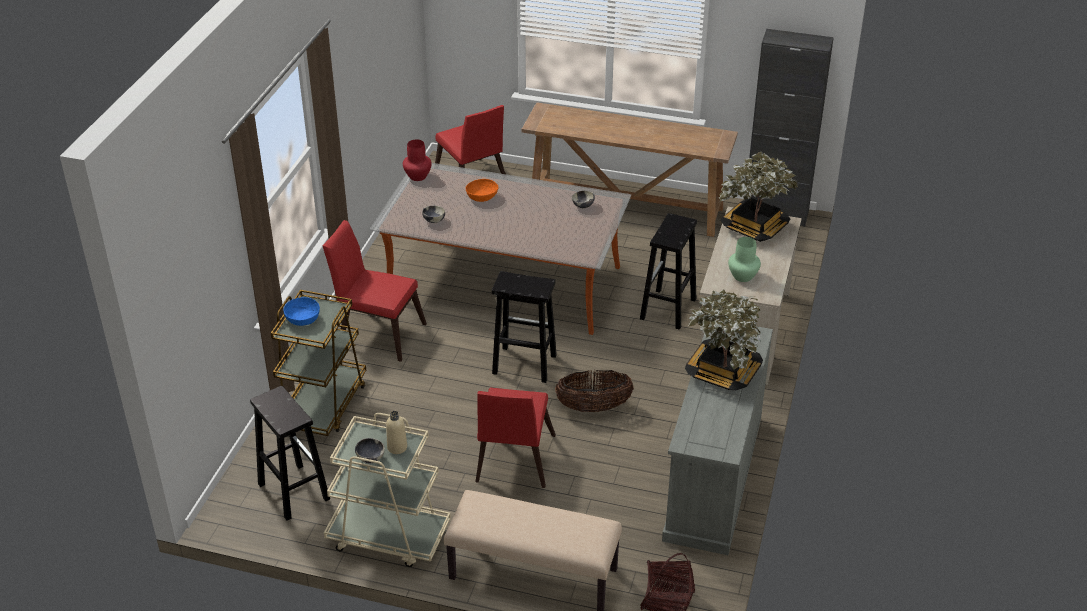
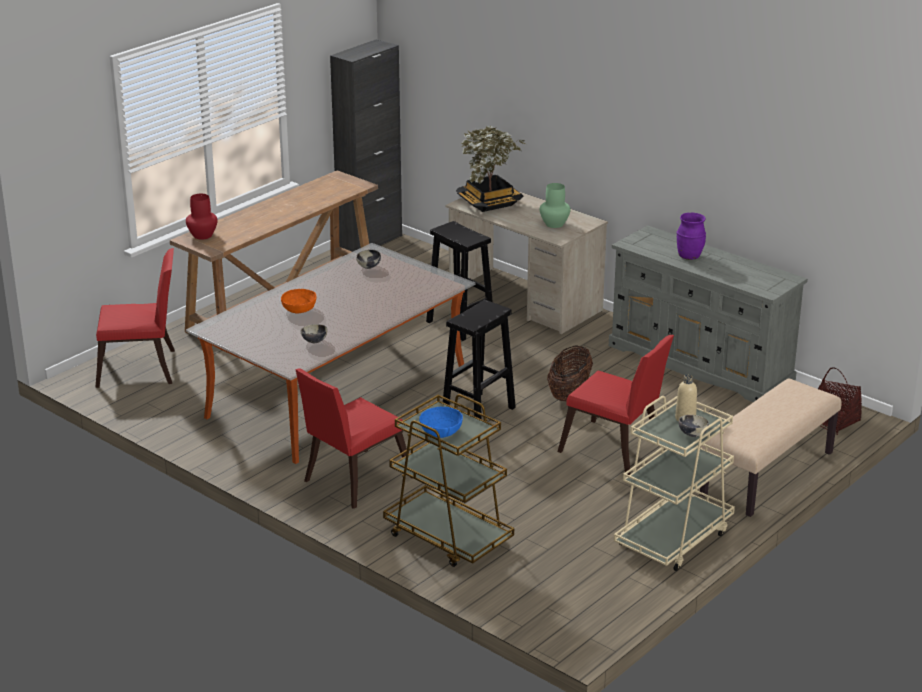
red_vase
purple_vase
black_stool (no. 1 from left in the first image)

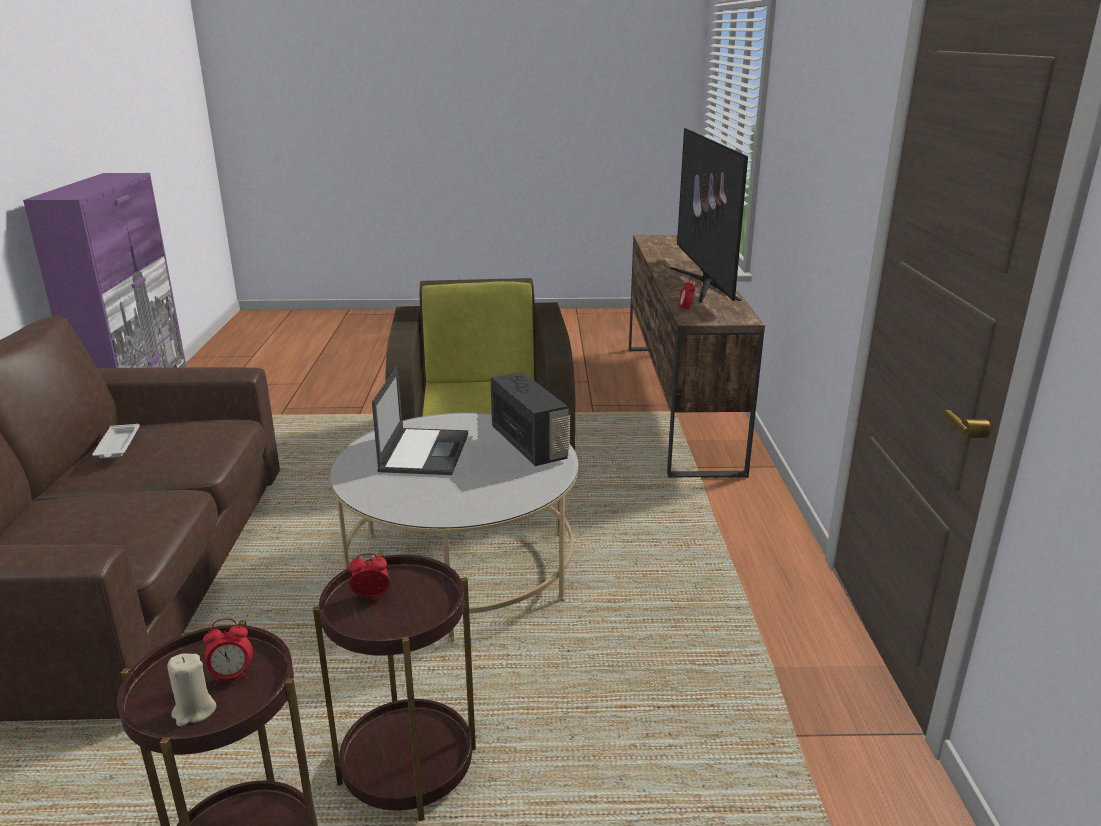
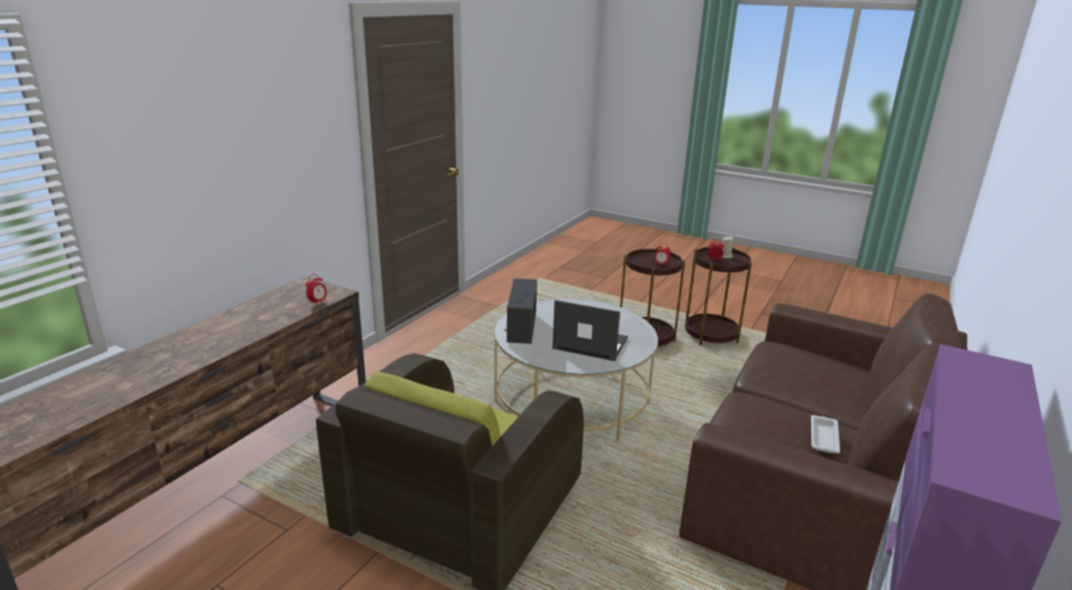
television
laptop

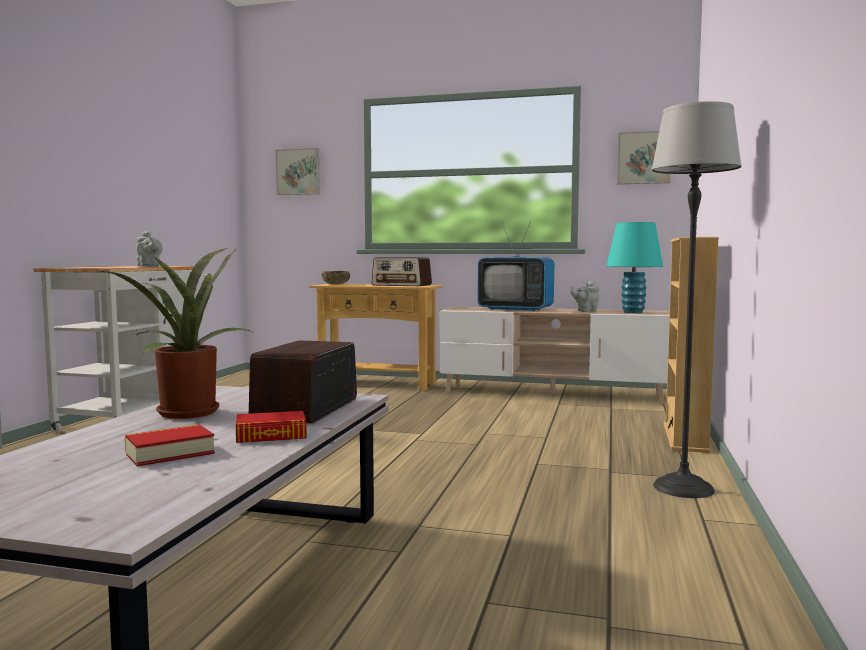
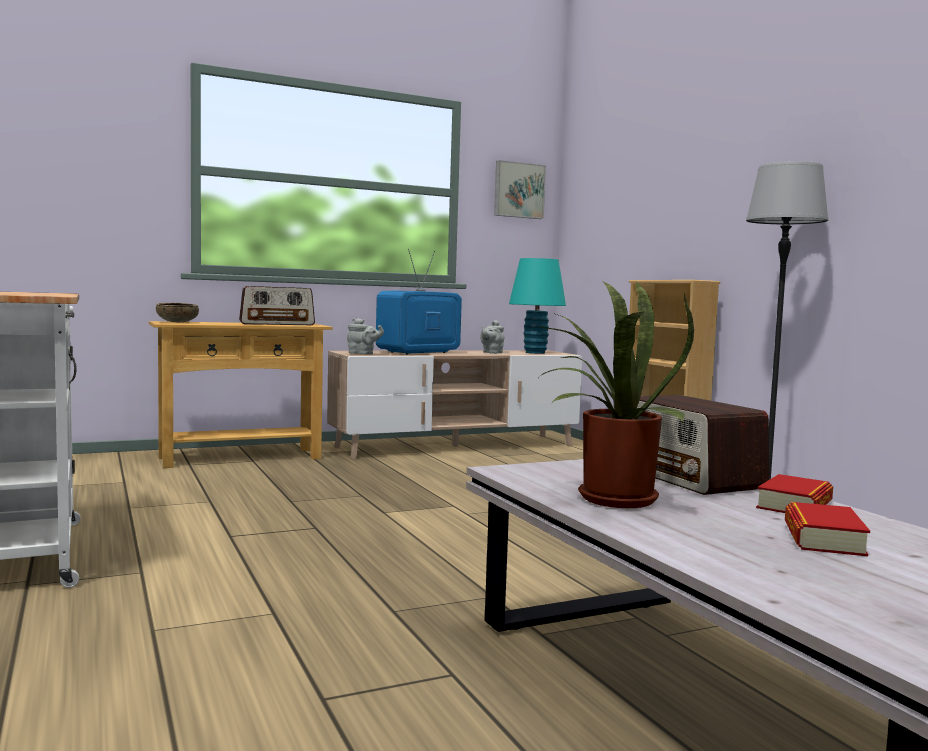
picture (no. 1 from left in the first image)
television
grey_teapot (no. 1 from left)

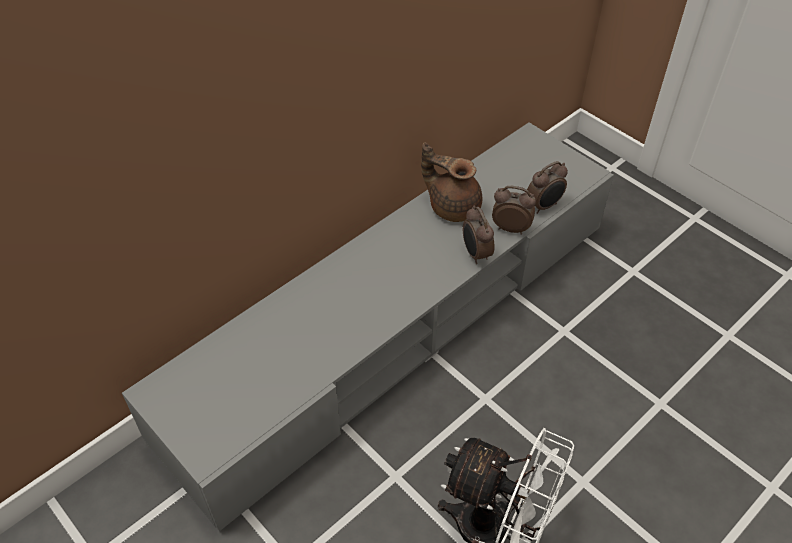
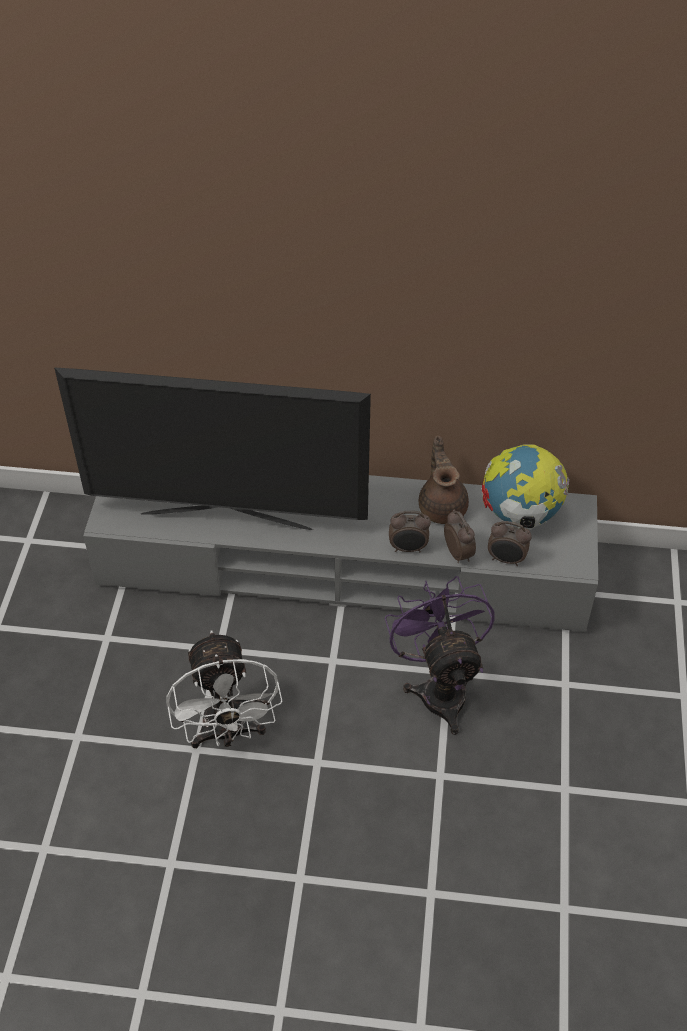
alarm_clock (no. 1 from left)
television
globe
purple_fan

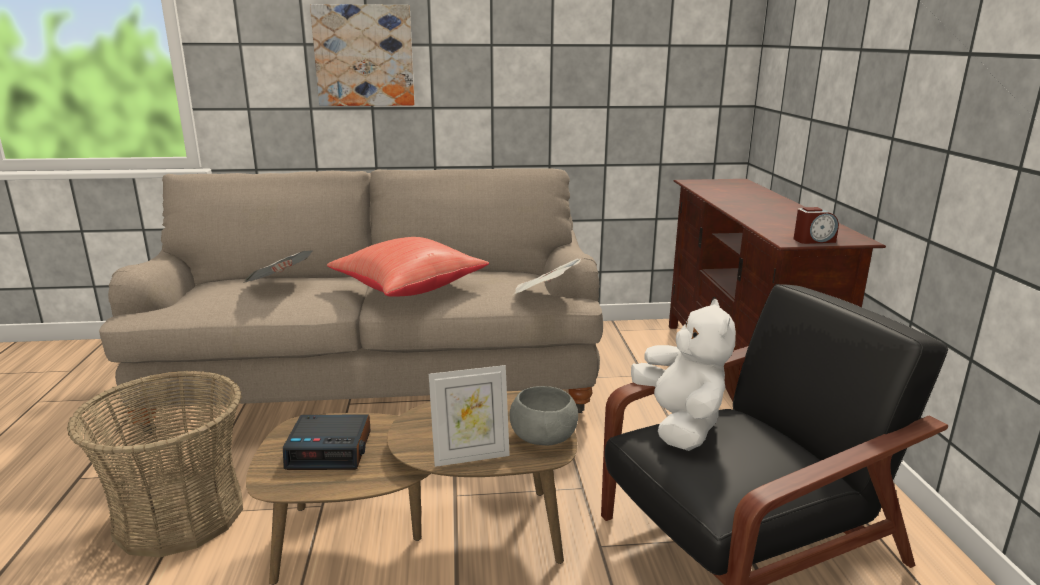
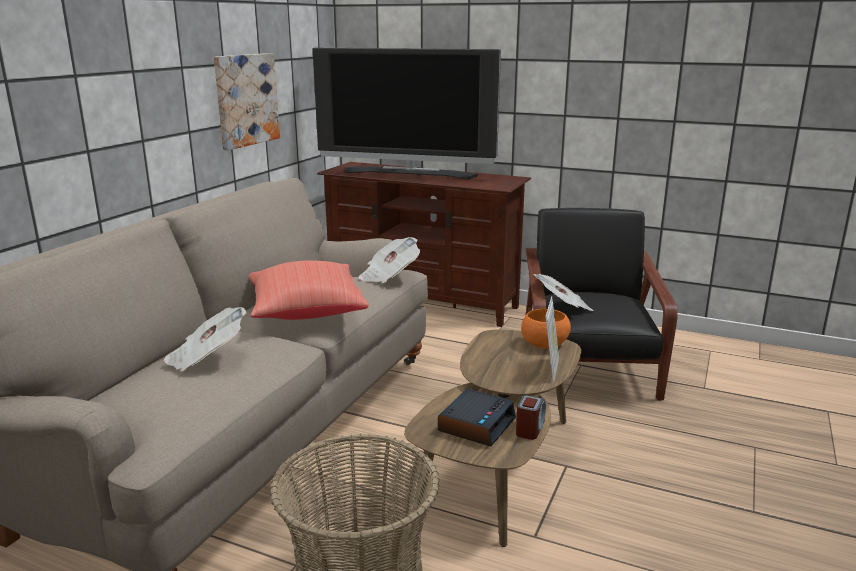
picture
alarm_clock (no. 2 from left)
newspaper (no. 3 from left)
orange_bowl
television

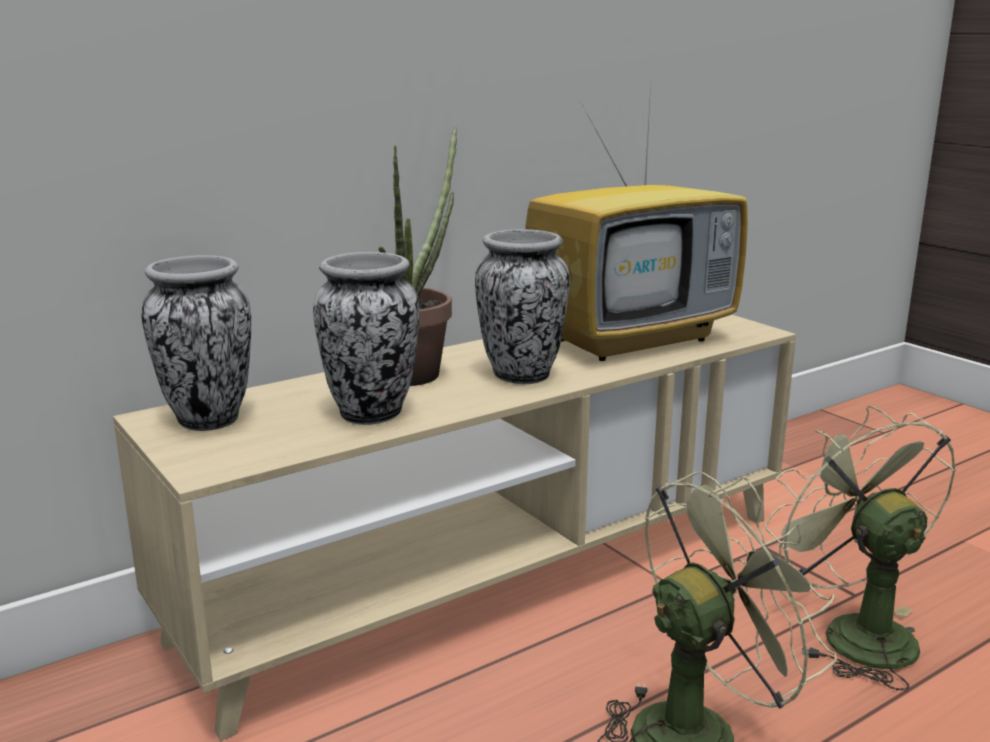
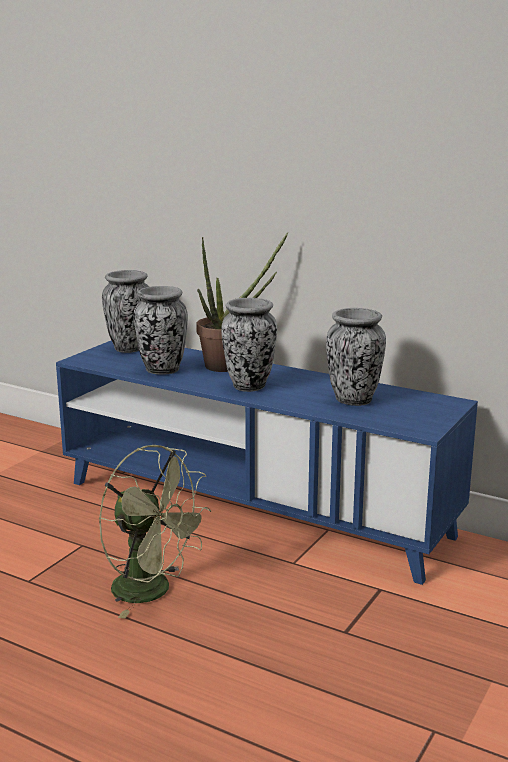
vase (no. 4 from left)
blue_tv_stand
green_fan (no. 2 from left in the first image)

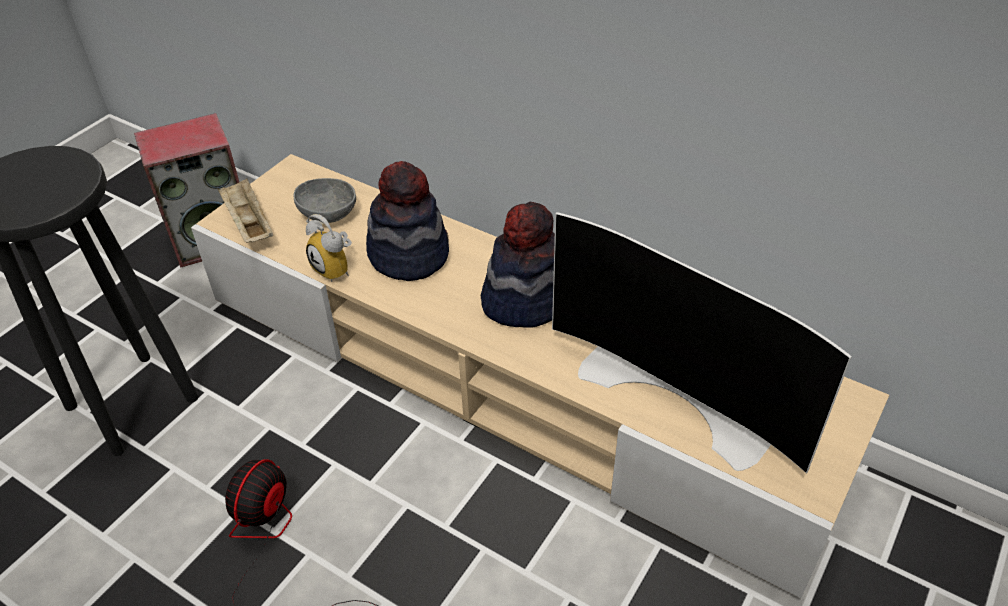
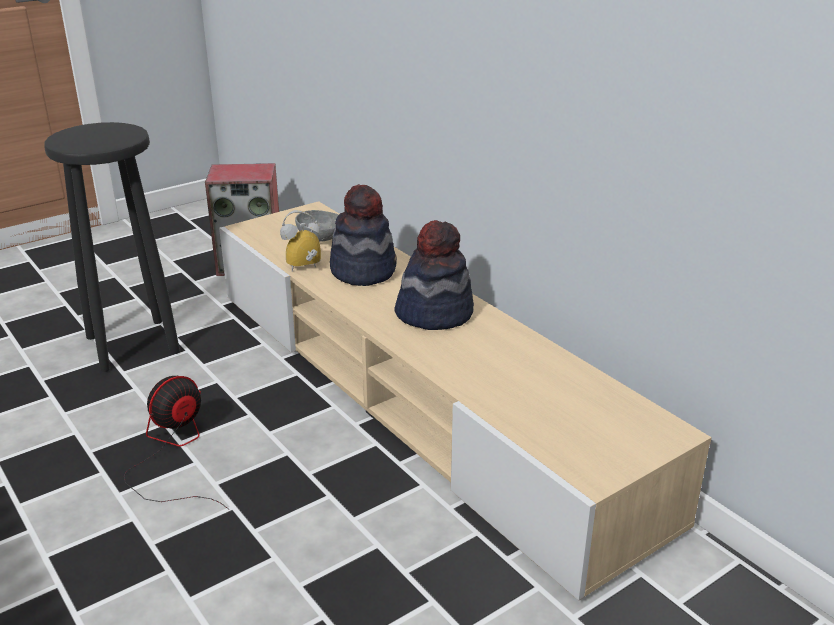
beige_tray
television
alarm_clock

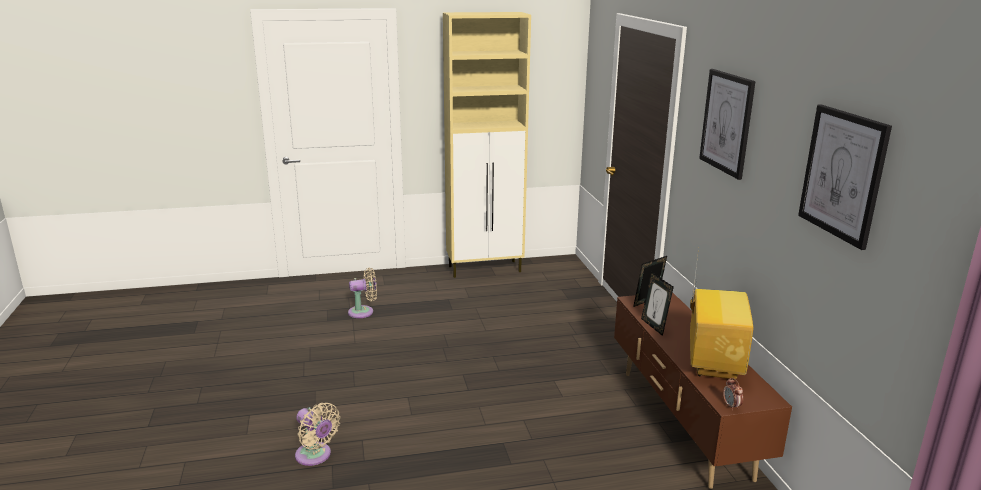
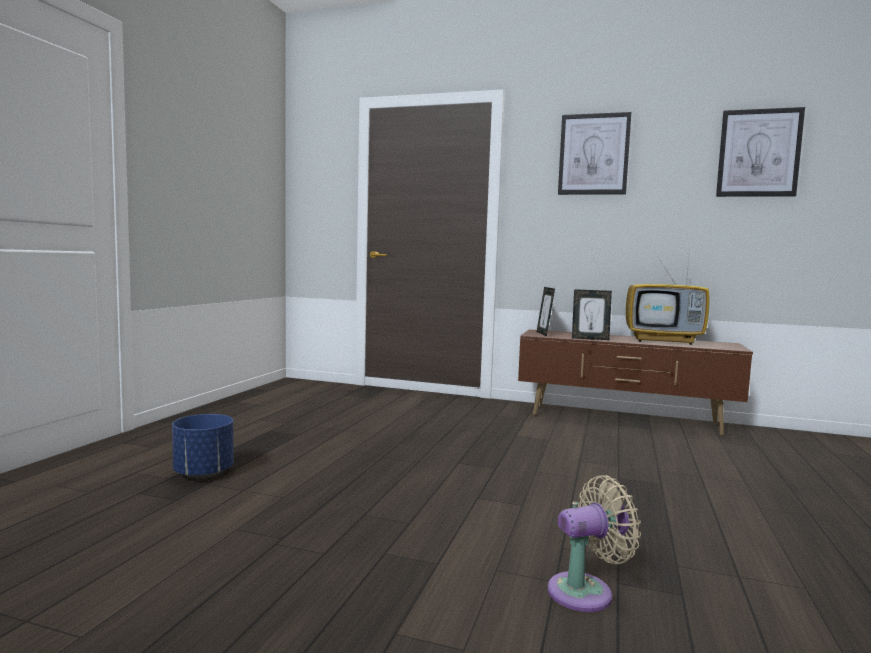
beige_cabinet
television
blue_planter
alarm_clock

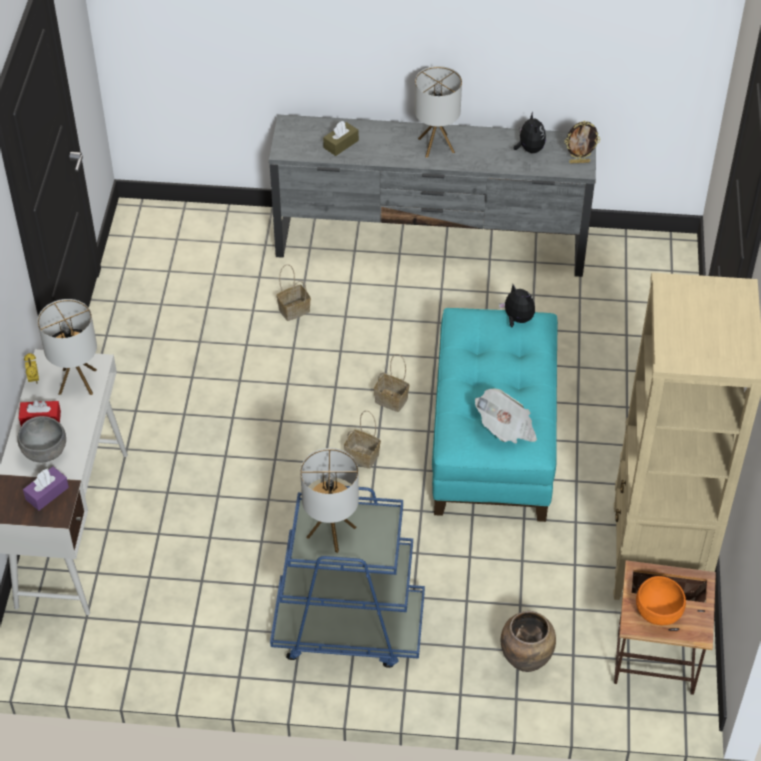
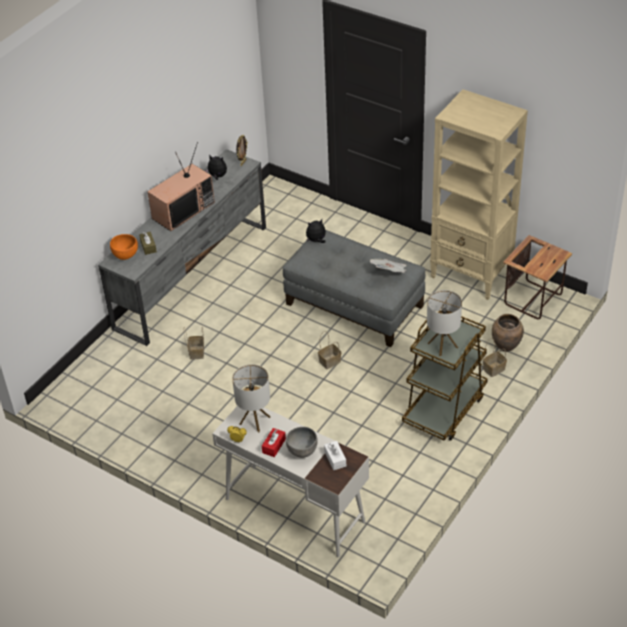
television
grey_ottoman
basket (no. 3 from left)
white_tissue_box
brown_cart
orange_bowl

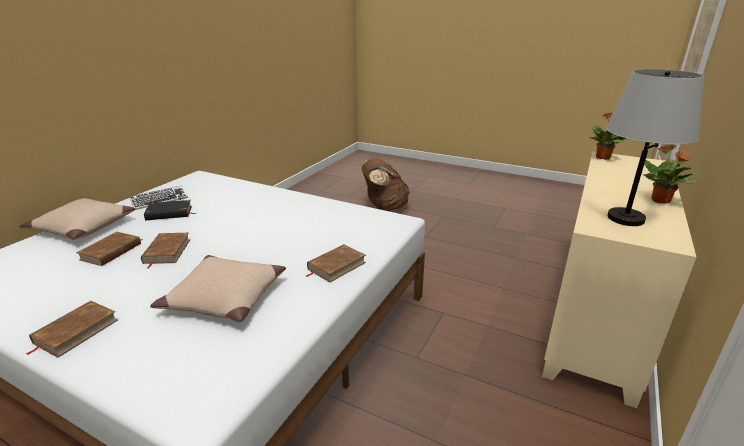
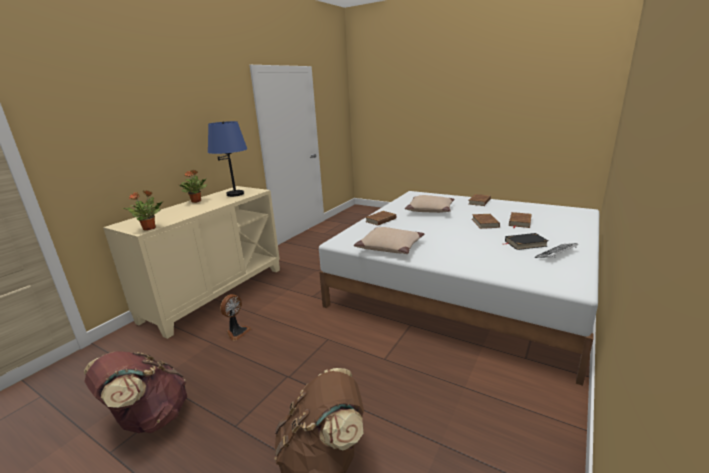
blue_table_lamp
beige_pillow (no. 1 from left)
fan
brown_backpack (no. 1 from left)

